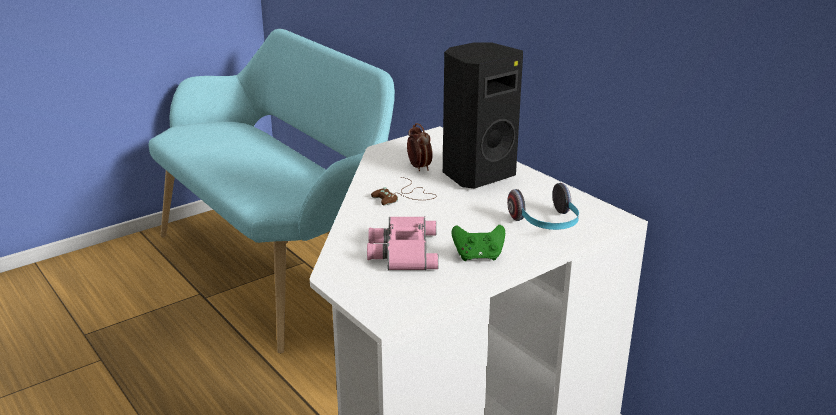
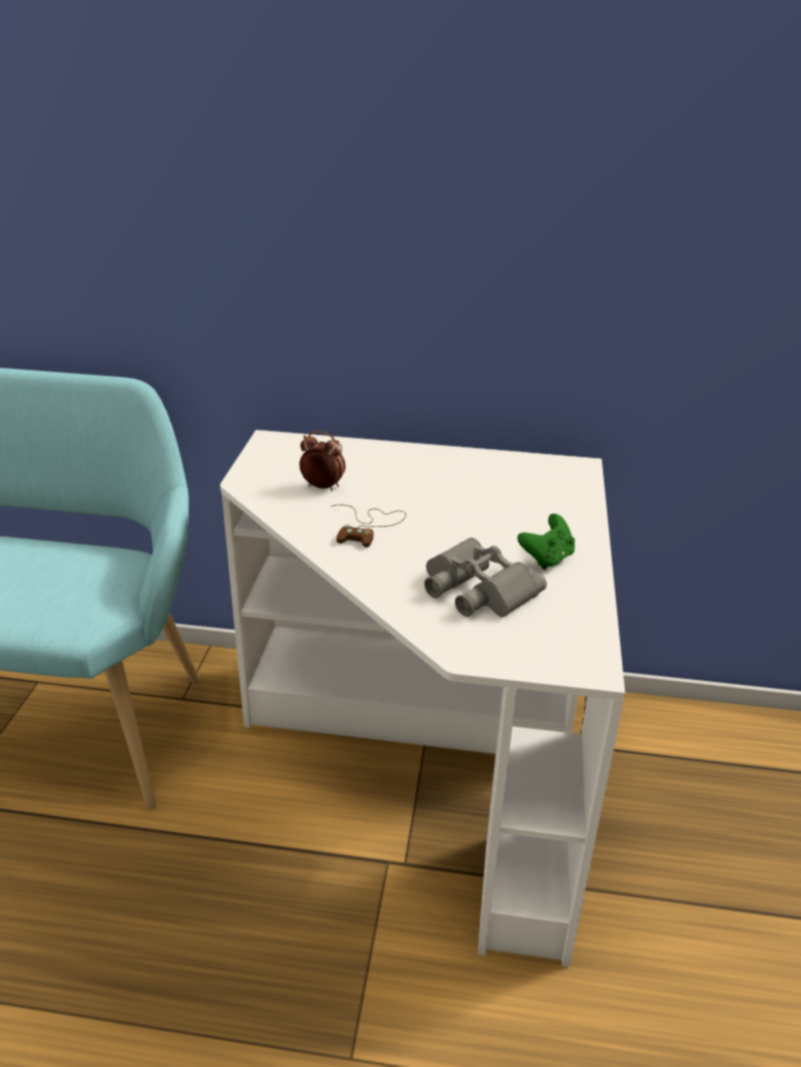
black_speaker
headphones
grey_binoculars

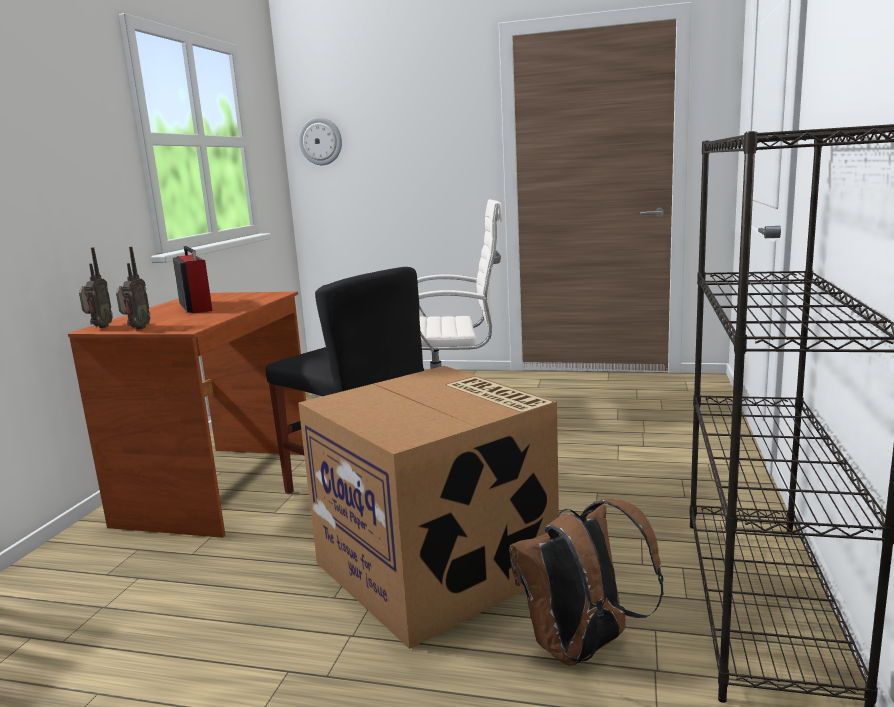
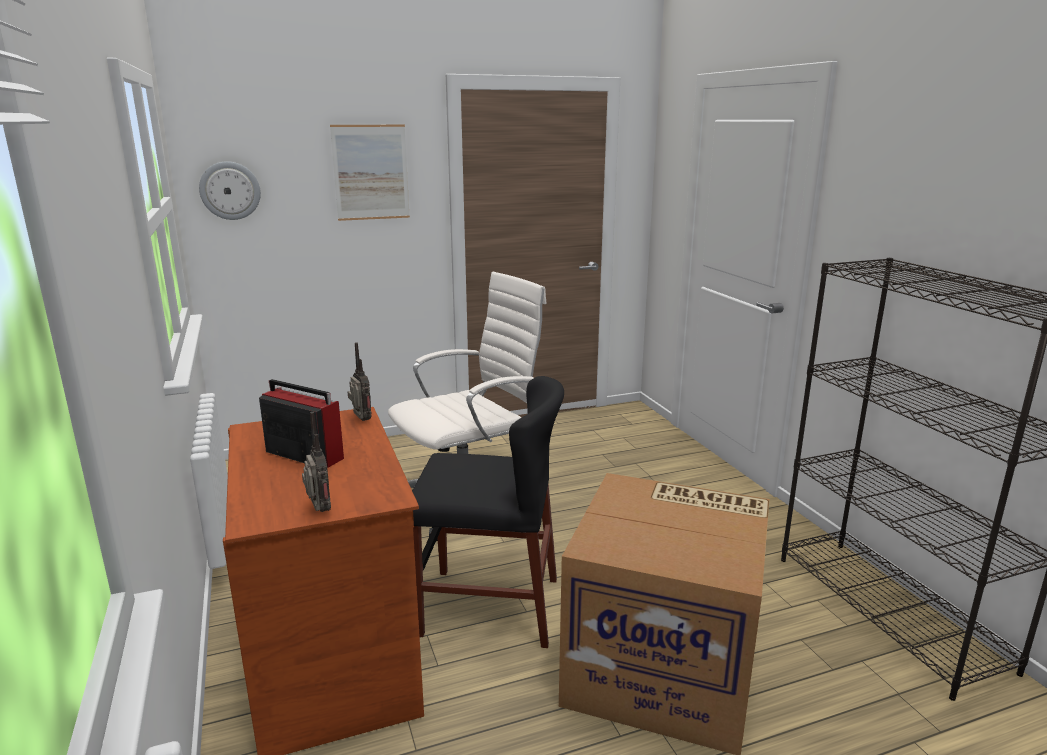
radio (no. 3 from left)
brown_backpack
picture

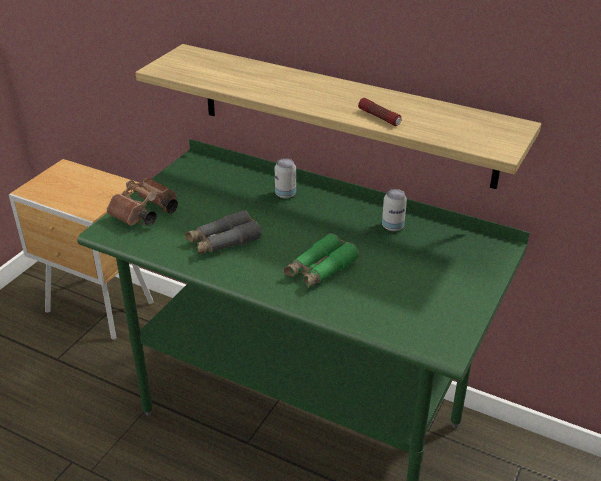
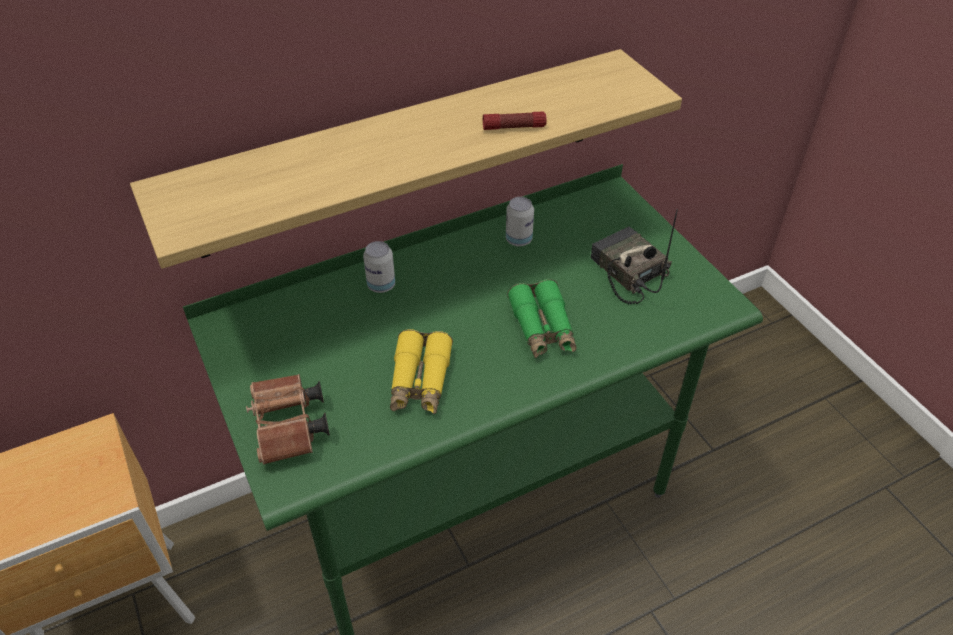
yellow_binoculars
radio

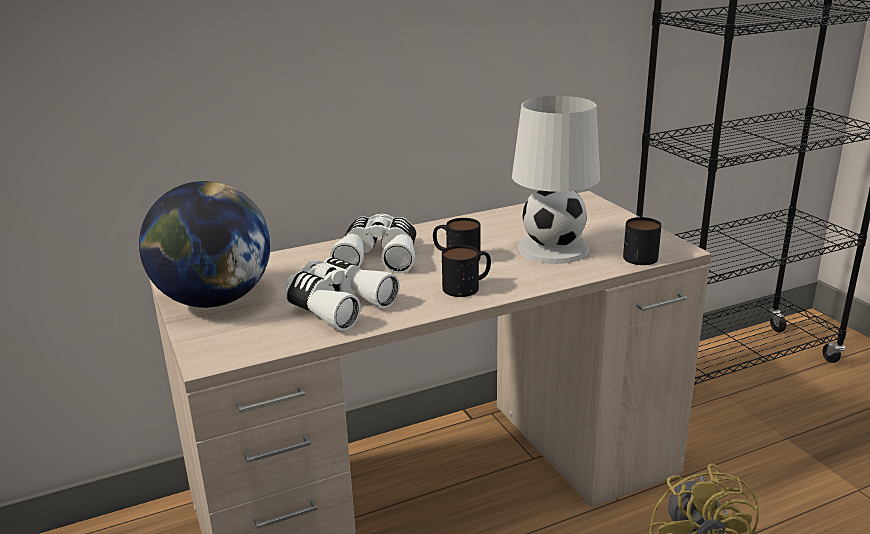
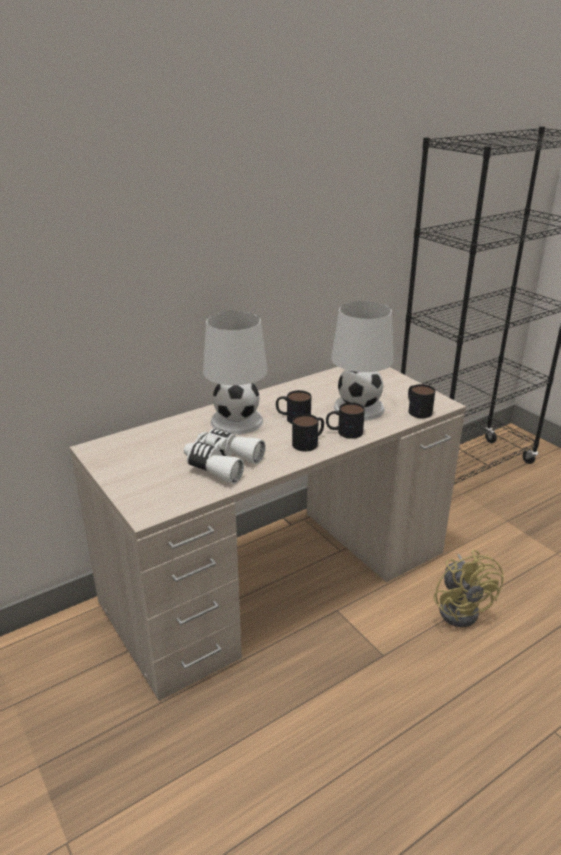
globe
white_table_lamp (no. 1 from left)
mug (no. 3 from left)

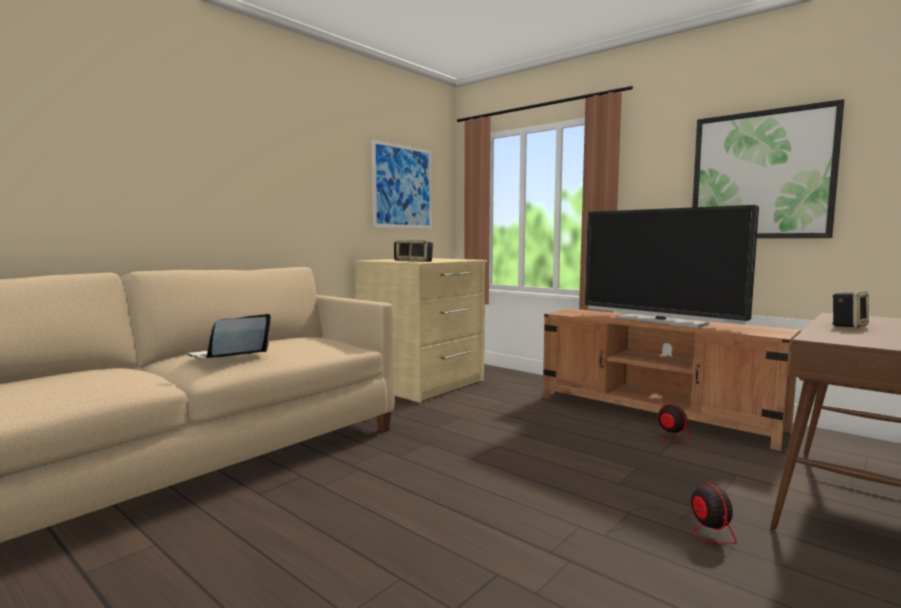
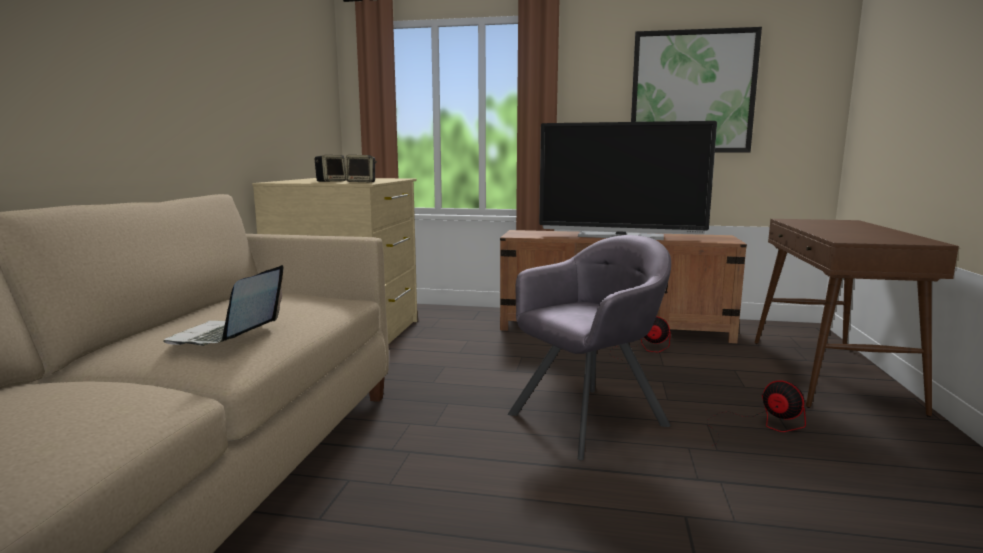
picture (no. 1 from left in the first image)
speaker (no. 3 from left in the first image)
grey_armchair

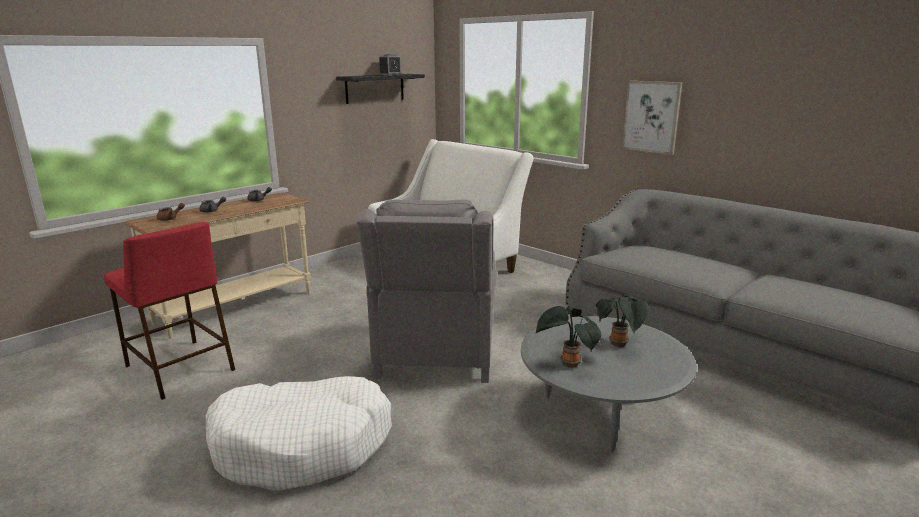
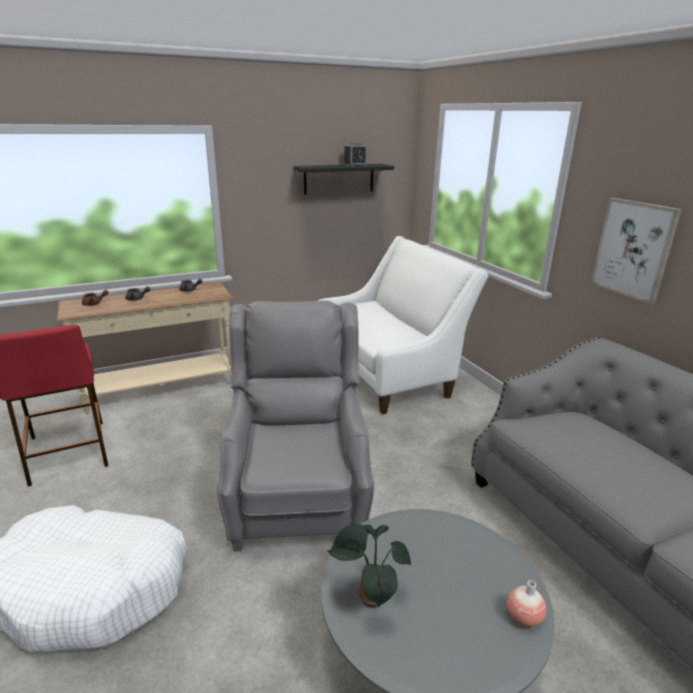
grey_armchair
potted_plant (no. 2 from left in the first image)
vase

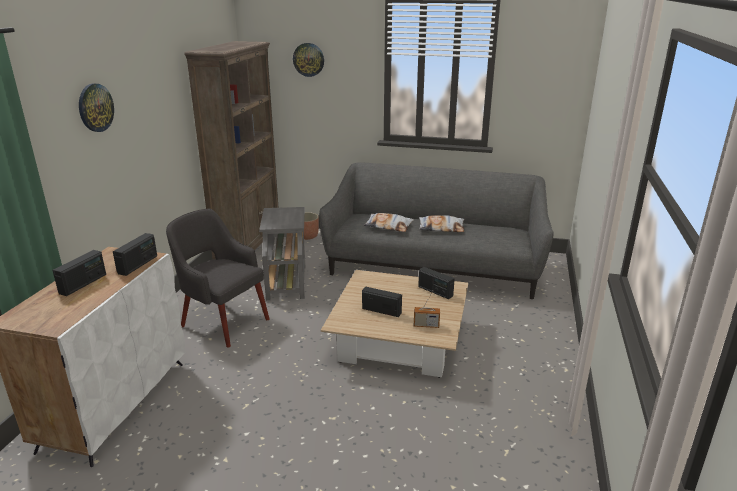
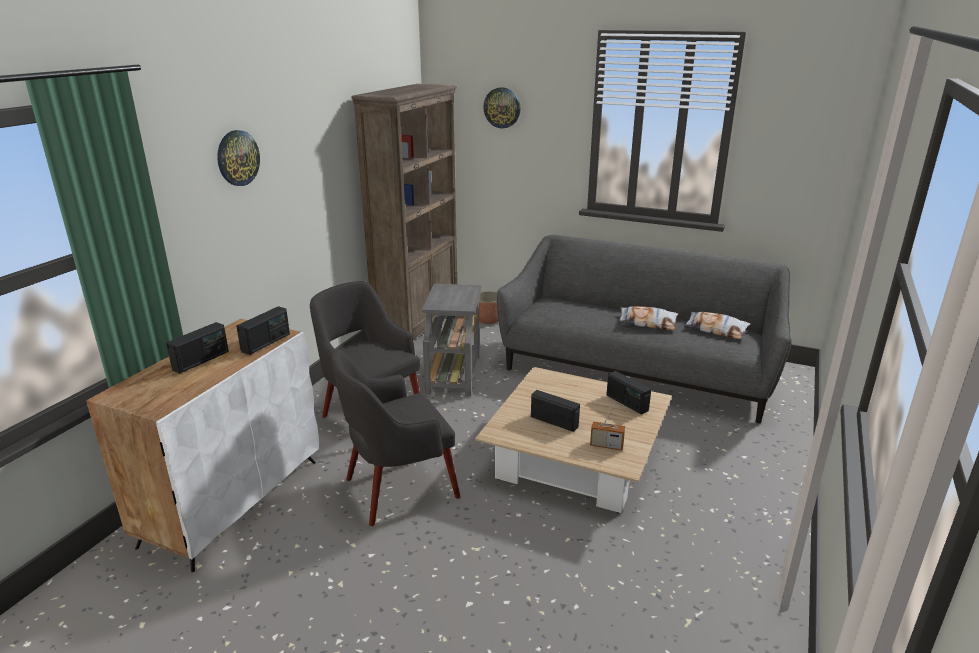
pillow (no. 2 from left)
grey_armchair (no. 2 from left)

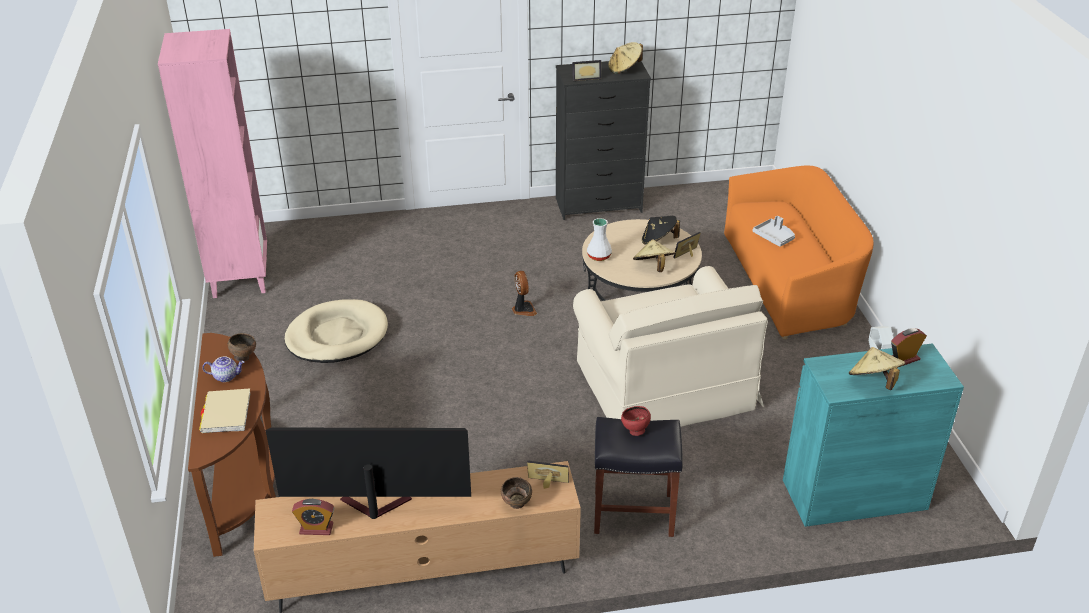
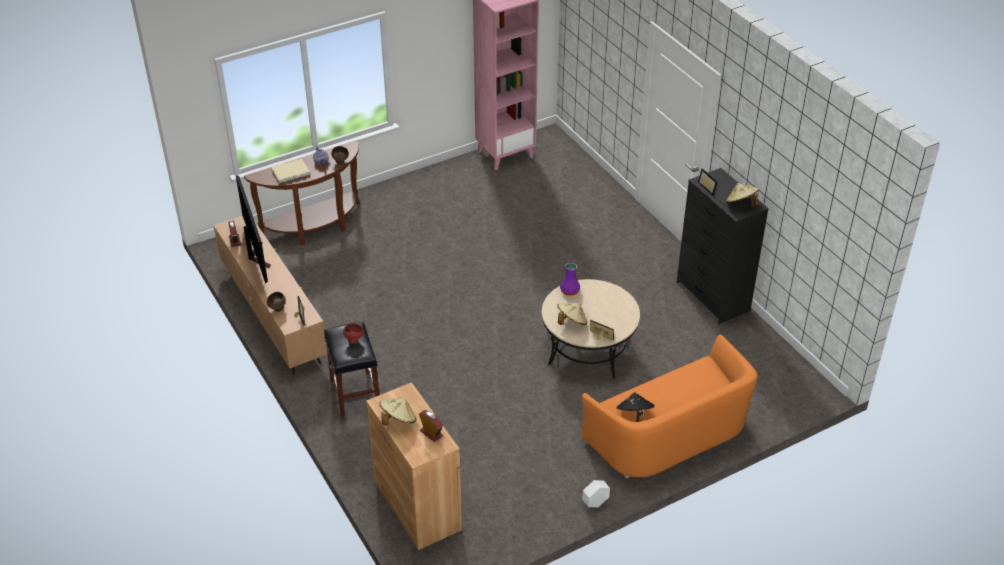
black_hat
grey_tray
purple_vase
beige_armchair
fan
beige_dog_bed
brown_cabinet

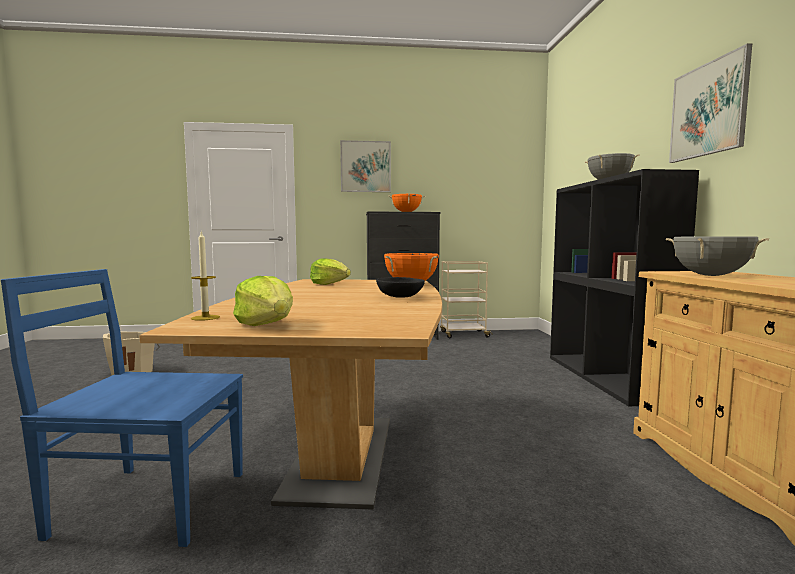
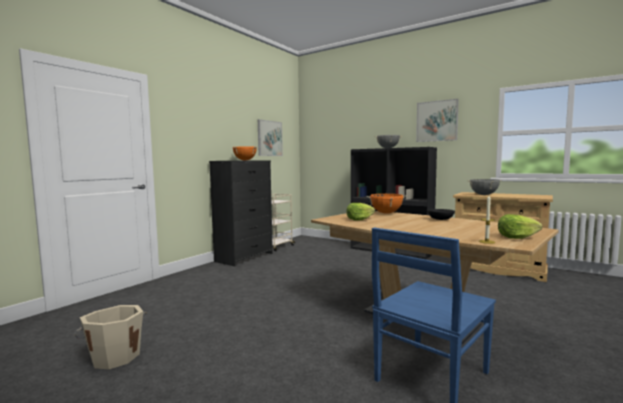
picture (no. 1 from left)

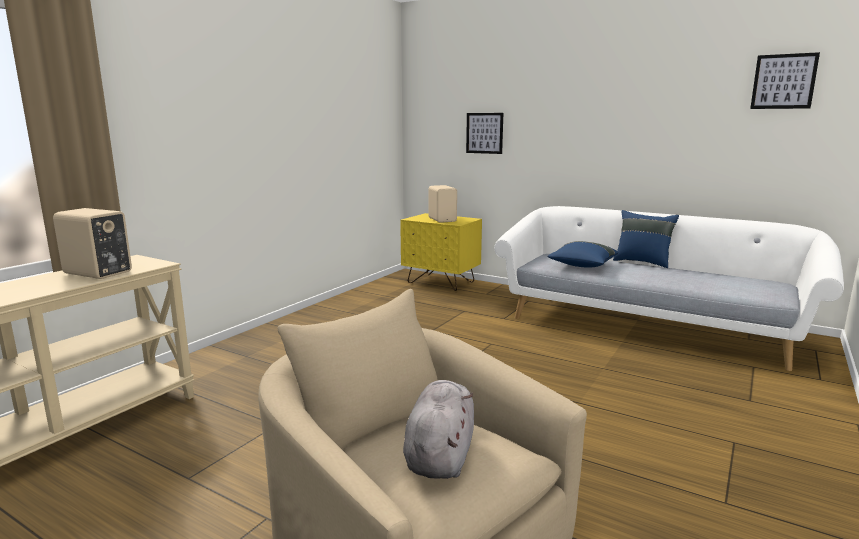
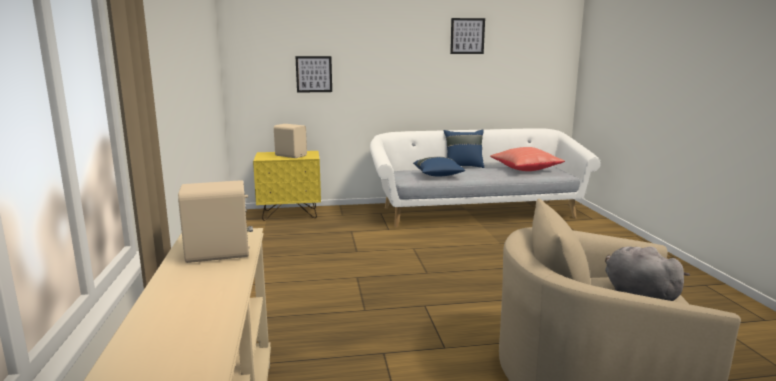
picture (no. 2 from left)
red_pillow

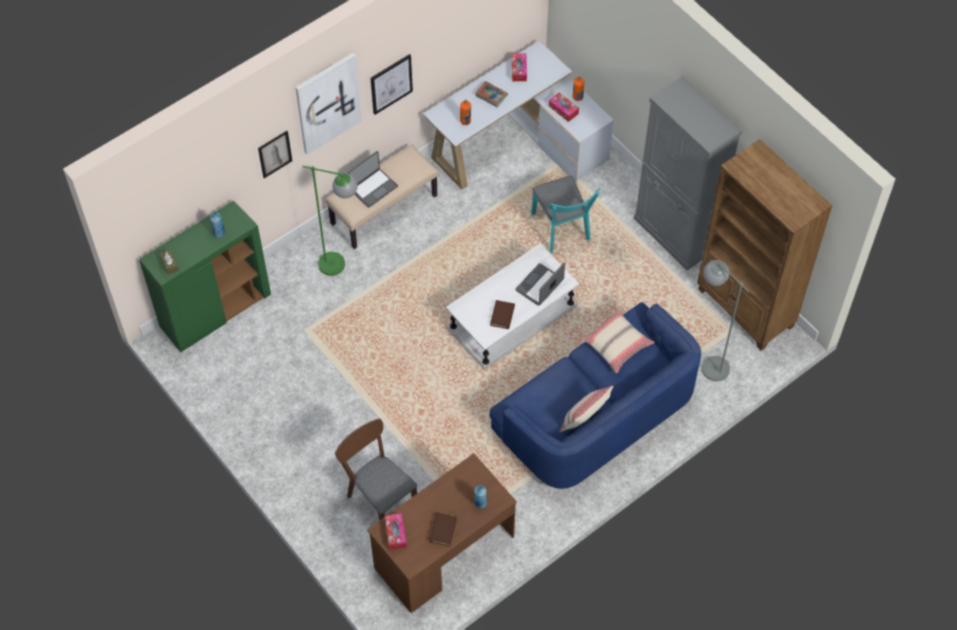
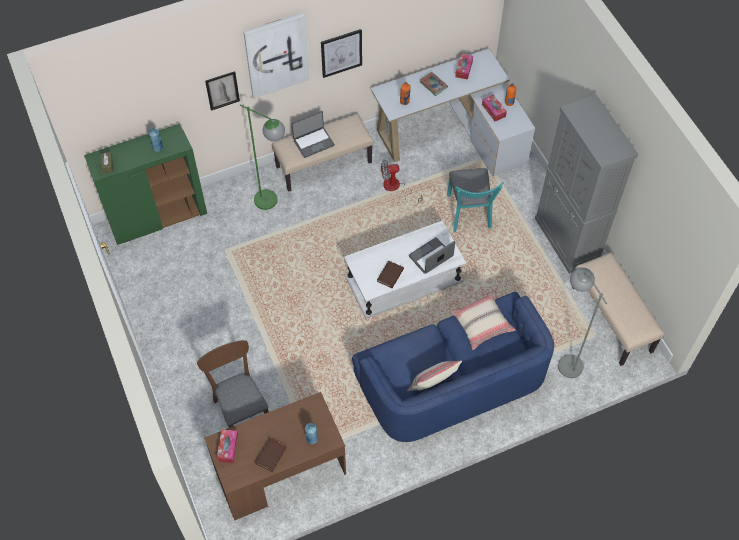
beige_bench (no. 2 from left)
fan

